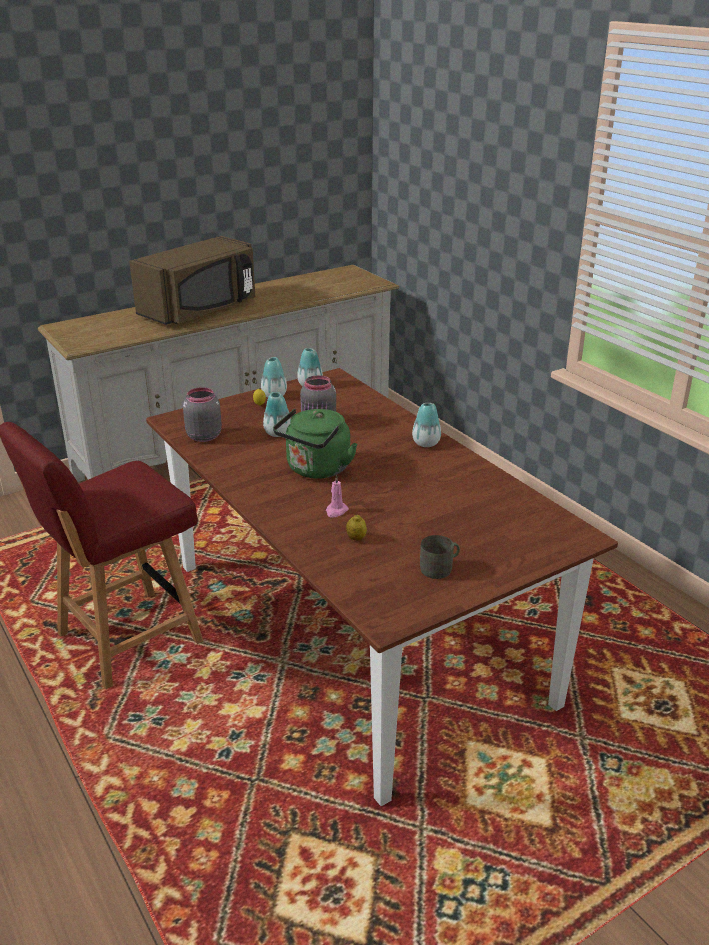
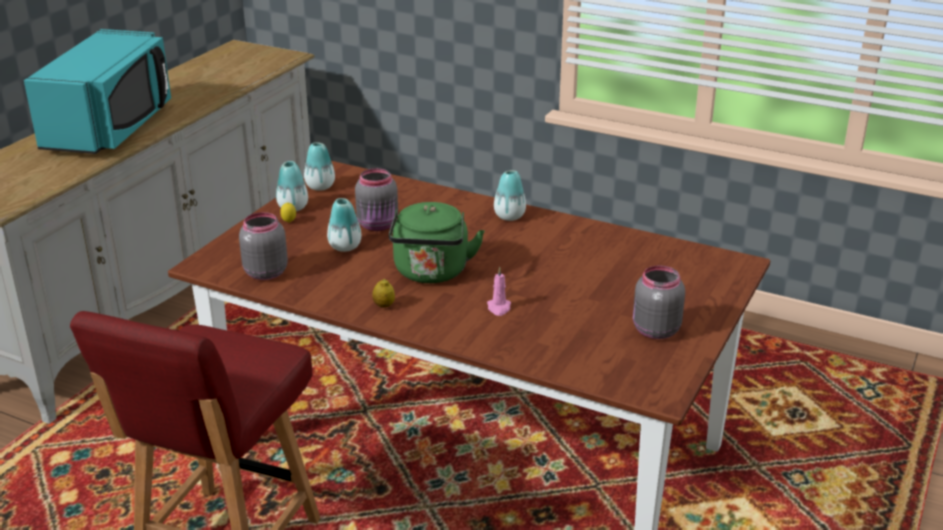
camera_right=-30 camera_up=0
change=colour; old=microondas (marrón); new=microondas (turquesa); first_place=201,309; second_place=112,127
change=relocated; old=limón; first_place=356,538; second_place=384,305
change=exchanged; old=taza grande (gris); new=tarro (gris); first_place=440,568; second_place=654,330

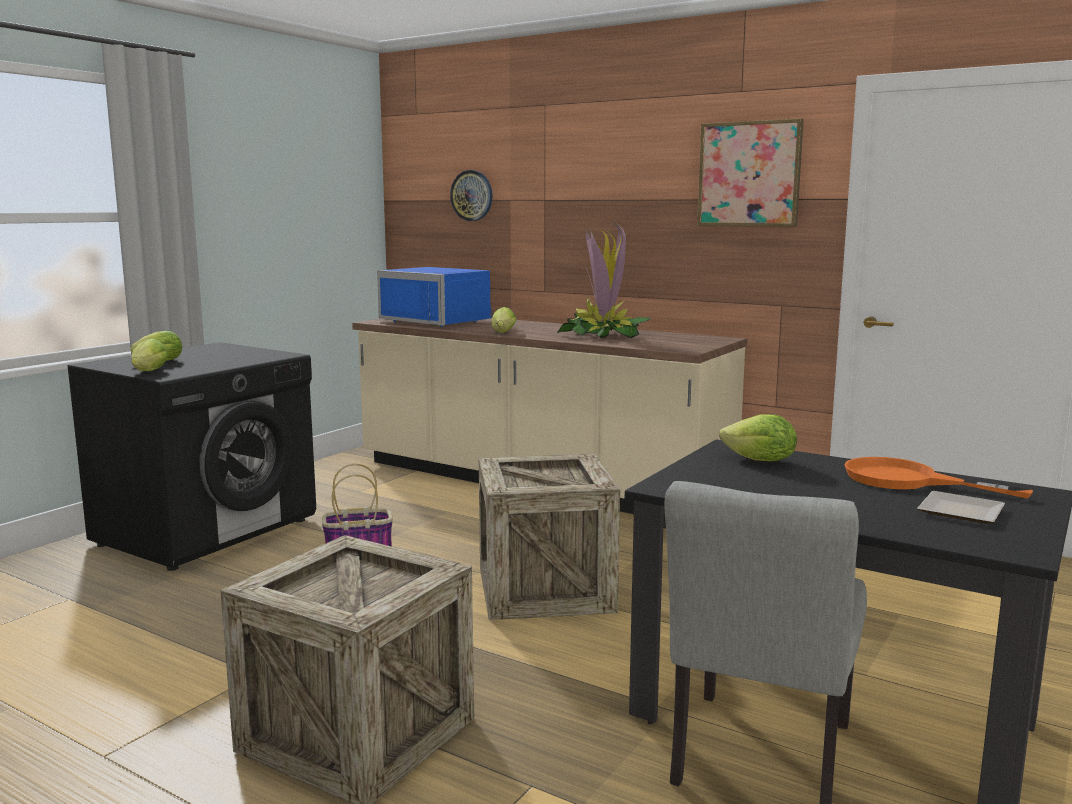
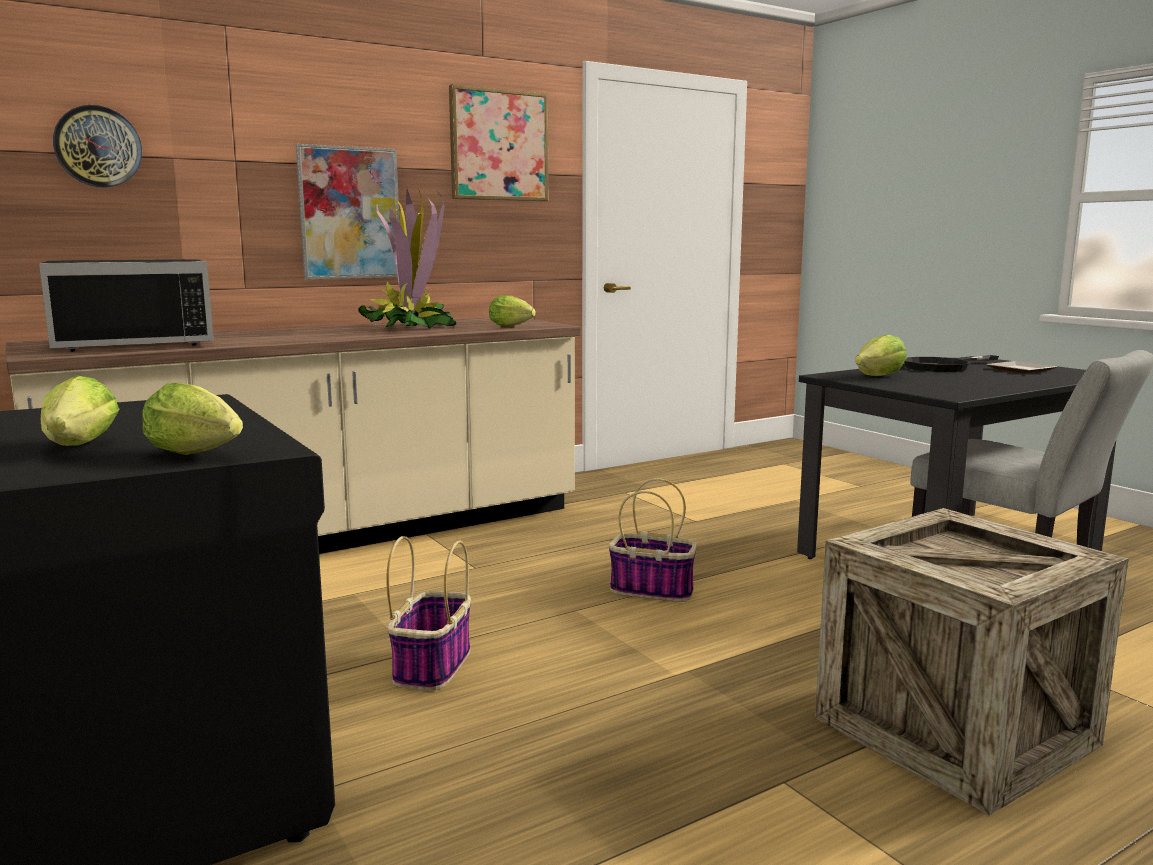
camera_right=-65 camera_up=0
change=colour; old=microondas (azul); new=microondas (negro); first_place=440,321; second_place=135,343
change=relocated; old=lechuga; first_place=503,333; second_place=513,326
change=exchanged; old=caja de embalaje; new=cesta; first_place=545,589; second_place=653,590
change=colour; old=sartén (naranja); new=sartén (negro); first_place=907,480; second_place=944,366
change=appeared; new=cuadro; second_place=349,213

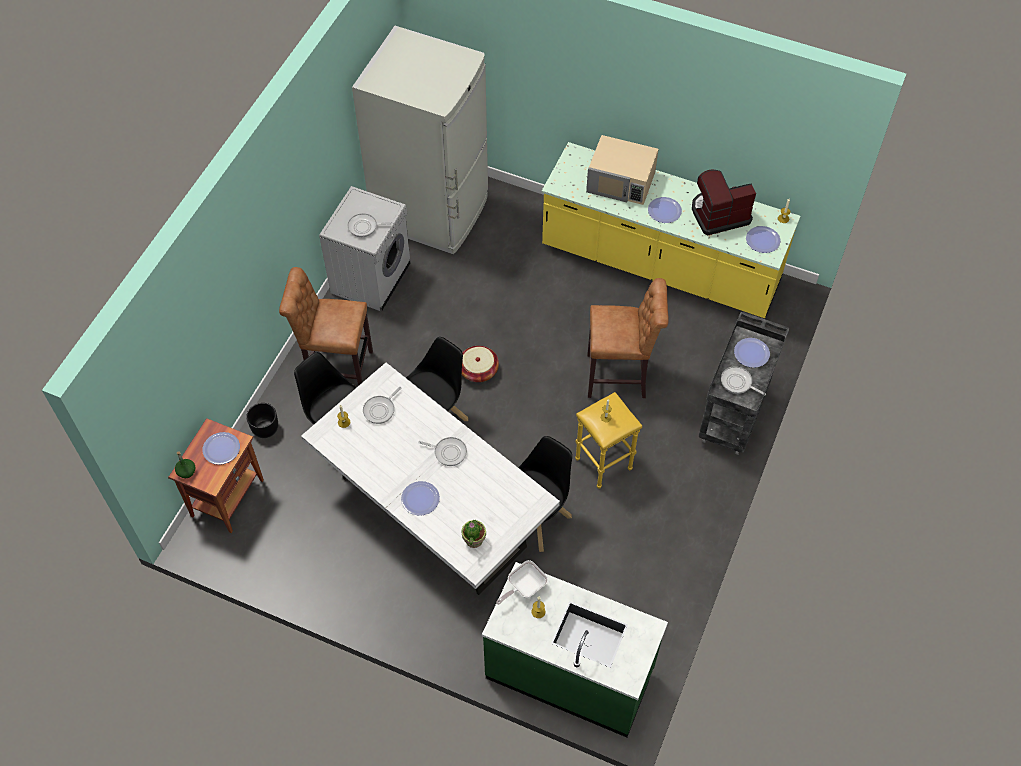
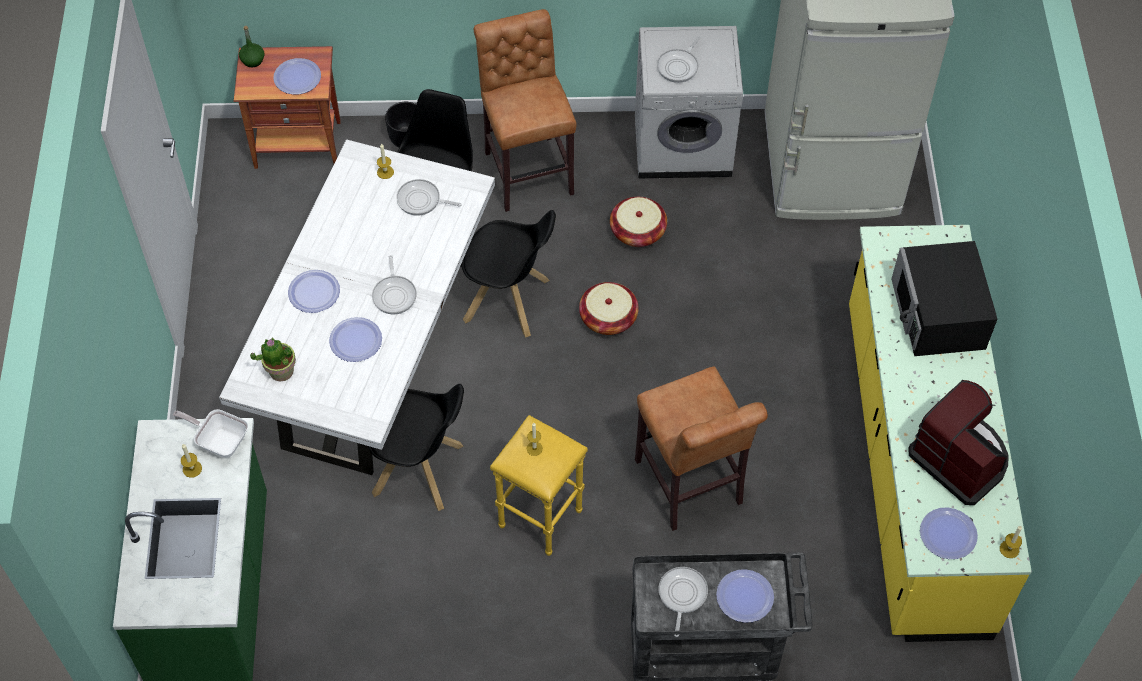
camera_right=65 camera_up=0
change=colour; old=microondas (beis); new=microondas (negro); first_place=621,182; second_place=938,314
change=relocated; old=plato; first_place=664,211; second_place=355,340
change=spun; old=sartén; first_place=364,227; second_place=679,66; degrees=-120
change=appeared; new=cesta; second_place=637,231

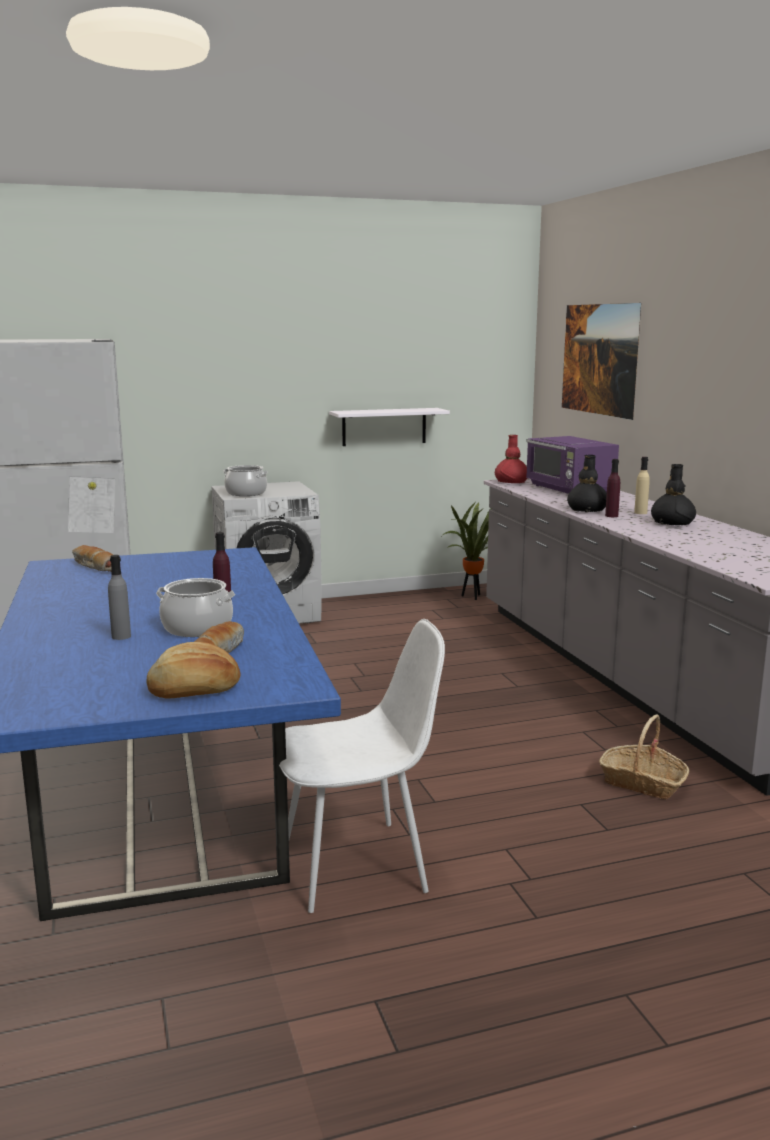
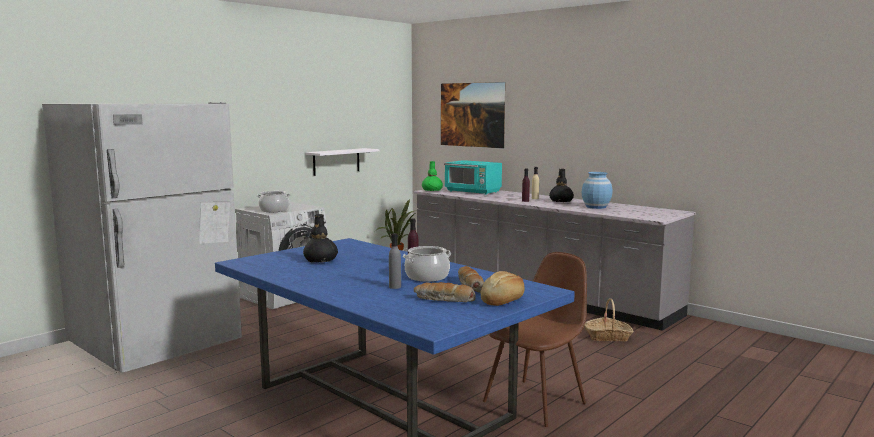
camera_right=-30 camera_up=-5
change=colour; old=florero (rojo); new=florero (verde); first_place=511,482; second_place=432,190
change=colour; old=microondas (morado); new=microondas (turquesa); first_place=569,490; second_place=473,191
change=relocated; old=florero (negro); first_place=586,510; second_place=320,260
change=relocated; old=pan; first_place=94,567; second_place=444,300
change=colour; old=silla (blanco); new=silla (marrón); first_place=358,864; second_place=536,401
change=appeared; new=florero (azul); second_place=596,207

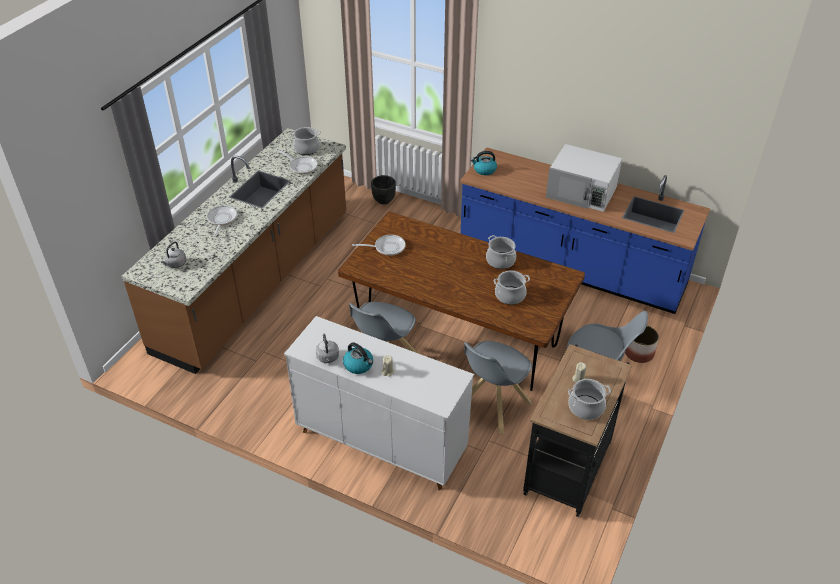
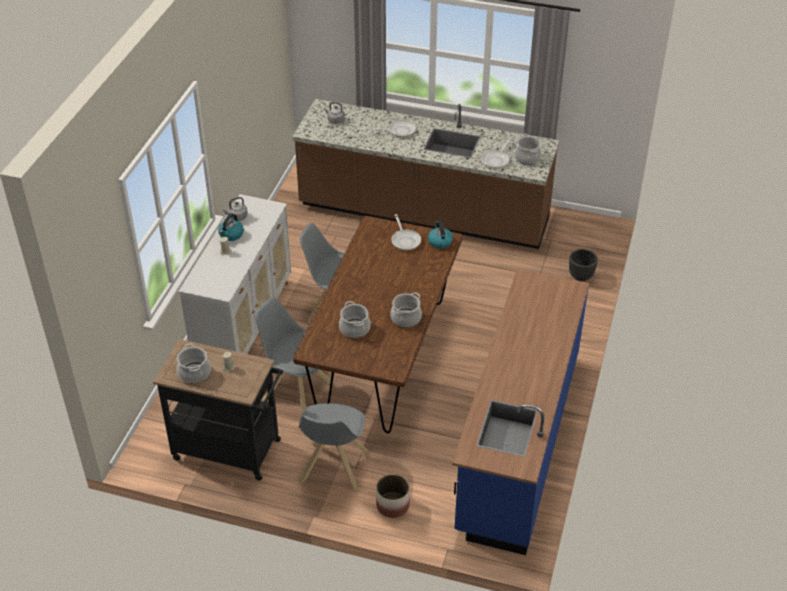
camera_right=80 camera_up=0
change=missing; old=microondas (blanco); first_place=582,192
change=relocated; old=hervidor; first_place=484,170; second_place=439,242

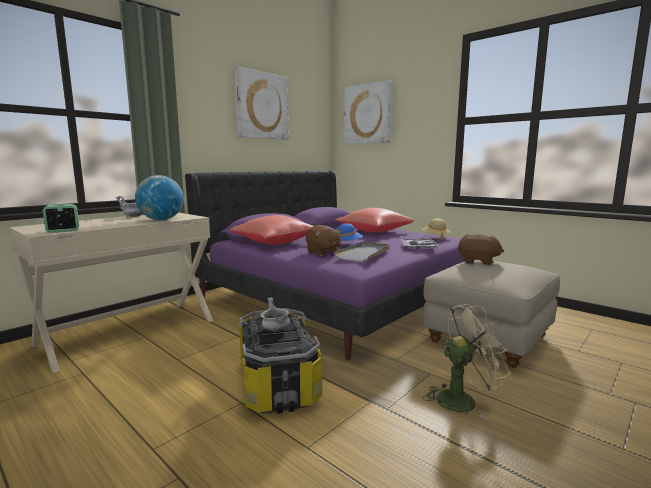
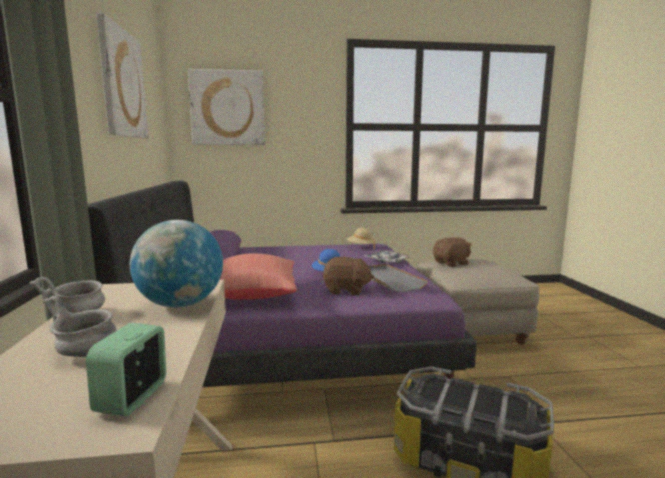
camera_right=-50 camera_up=0
change=missing; old=cojín (rojo); first_place=373,232
change=relocated; old=cuenco (gris); first_place=275,329; second_place=85,353
change=missing; old=ventilador (beis); first_place=462,399

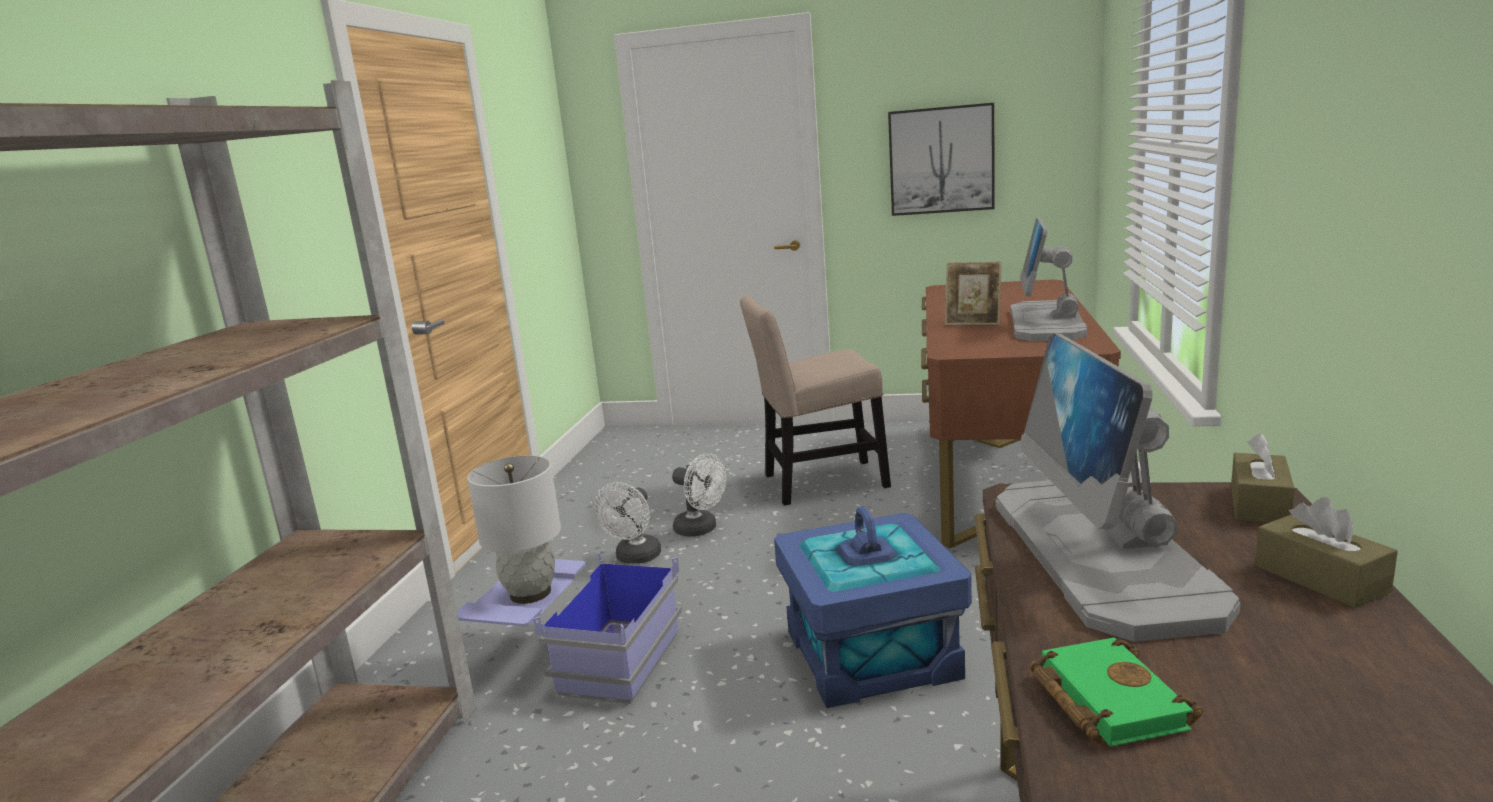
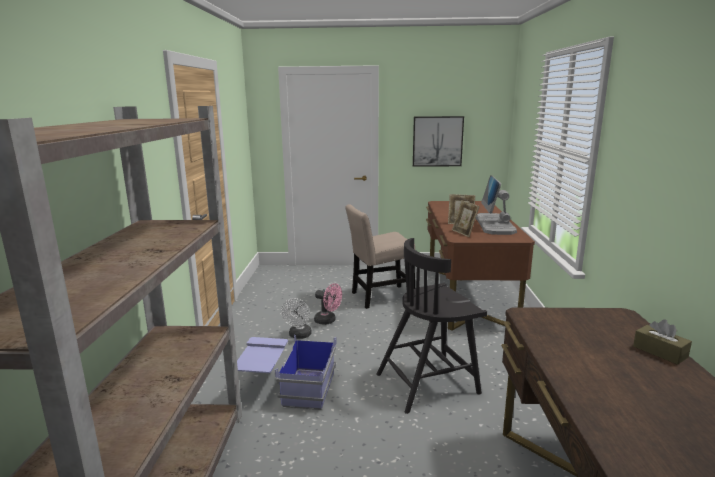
camera_right=-10 camera_up=0
change=missing; old=monitor; first_place=1102,553
change=missing; old=caja de pañuelos (marrón); first_place=1259,504
change=colour; old=ventilador (blanco); new=ventilador (rosa); first_place=701,529; second_place=328,321
change=missing; old=lámpara de mesa (blanco); first_place=530,593
change=exchanged; old=caja de almacenaje (azul); new=silla (negro); first_place=870,654; second_place=429,383
change=missing; old=libro (verde); first_place=1103,699
change=appeared; new=portarretratos; second_place=464,233

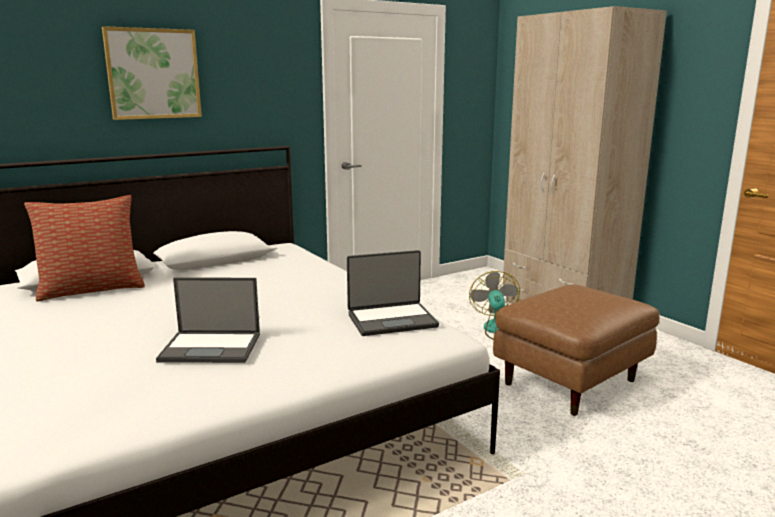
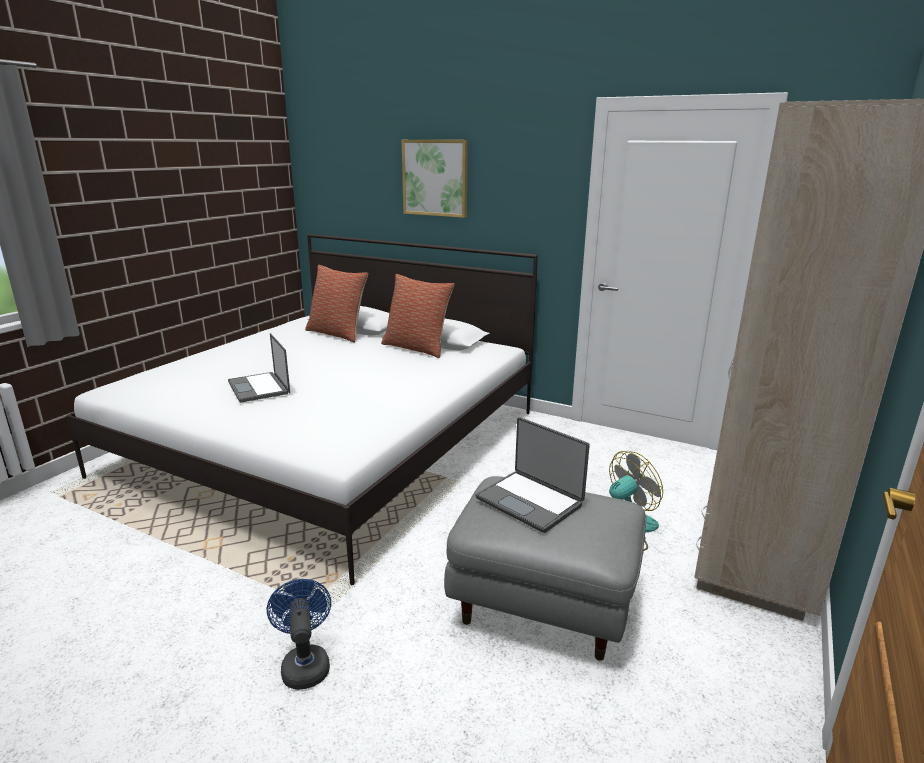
camera_right=60 camera_up=5
change=relocated; old=portátil; first_place=391,320; second_place=530,501
change=colour; old=puf (marrón); new=puf (gris); first_place=571,382; second_place=544,606
change=appeared; new=cojín; second_place=417,348
change=appeared; new=ventilador (azul); second_place=305,664

